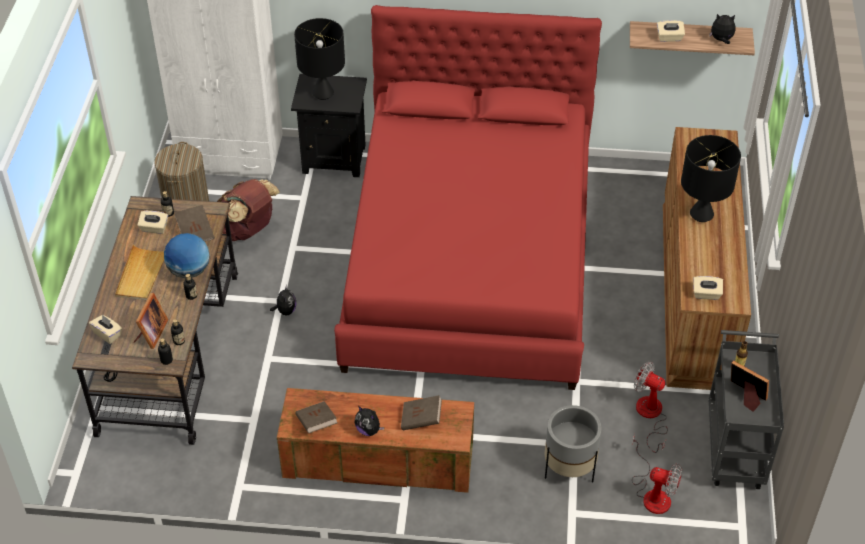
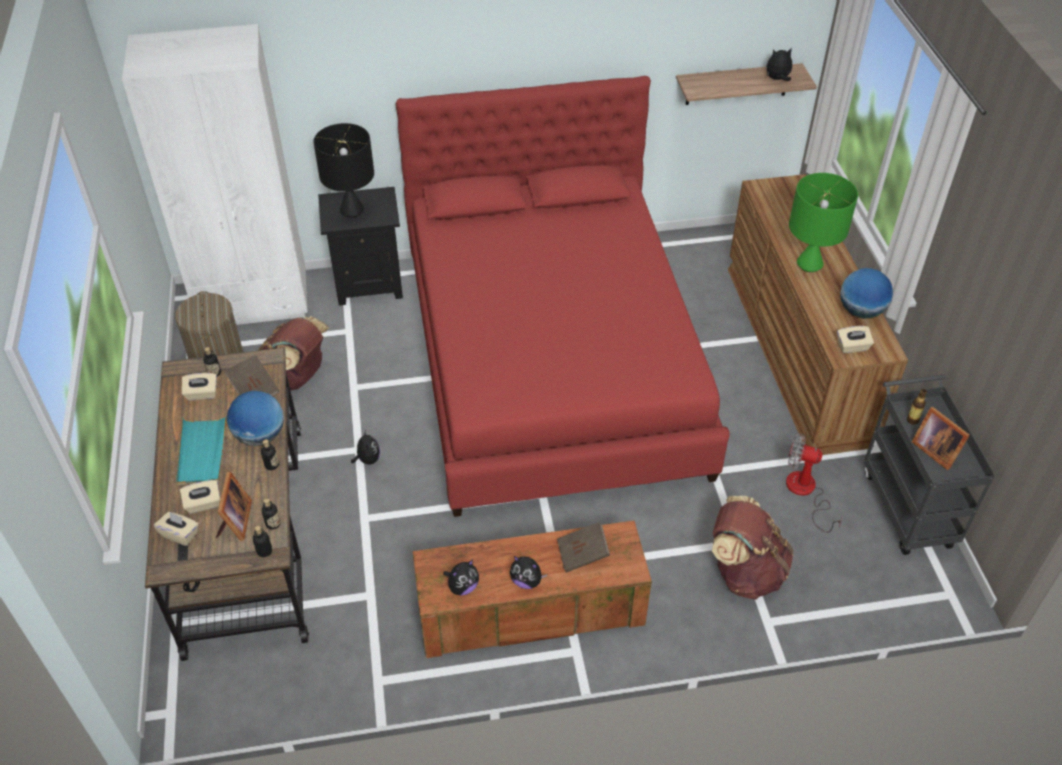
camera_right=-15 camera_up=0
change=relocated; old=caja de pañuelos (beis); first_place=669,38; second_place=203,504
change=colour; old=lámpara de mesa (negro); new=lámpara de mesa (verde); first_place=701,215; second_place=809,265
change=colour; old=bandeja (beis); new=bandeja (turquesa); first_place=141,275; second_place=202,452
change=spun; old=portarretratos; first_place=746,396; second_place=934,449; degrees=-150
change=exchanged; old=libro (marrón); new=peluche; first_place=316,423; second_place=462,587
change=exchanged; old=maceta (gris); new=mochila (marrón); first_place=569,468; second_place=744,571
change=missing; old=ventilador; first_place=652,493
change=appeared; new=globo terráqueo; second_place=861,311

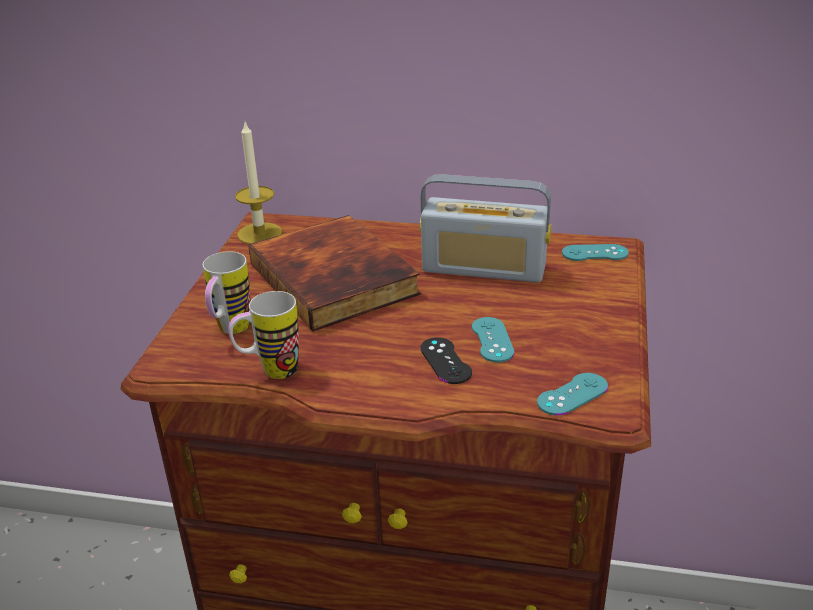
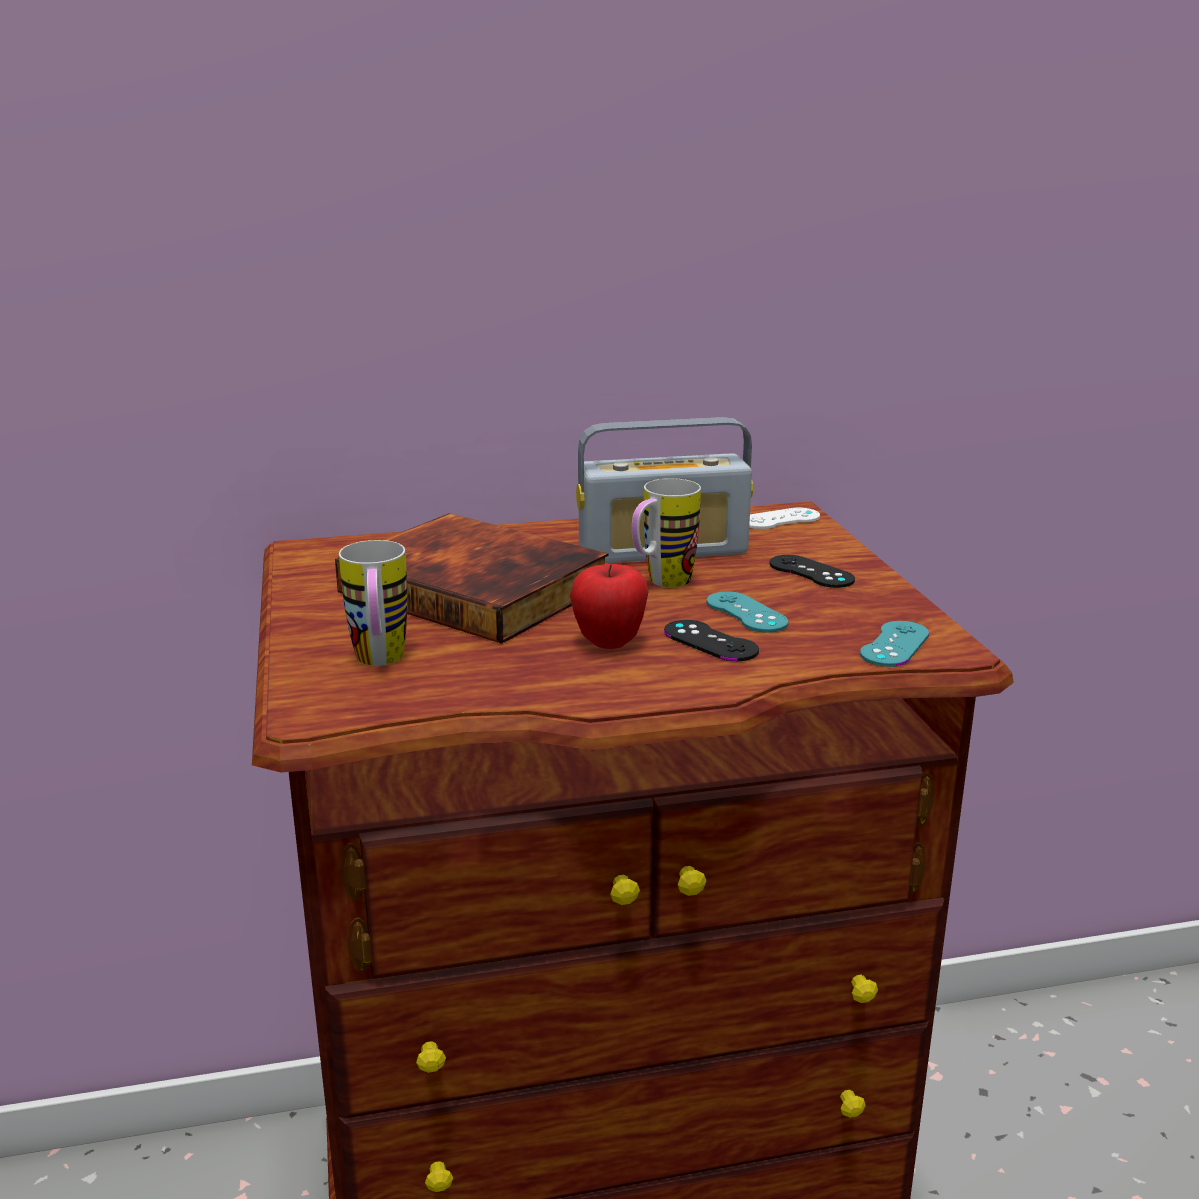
camera_right=-25 camera_up=-10
change=missing; old=vela; first_place=259,233
change=colour; old=mando de consola (turquesa); new=mando de consola (blanco); first_place=595,253; second_place=780,519
change=relocated; old=taza grande; first_place=269,372; second_place=661,584
change=appeared; new=mando de consola (negro); second_place=811,572
change=appeared; new=manzana; second_place=609,642

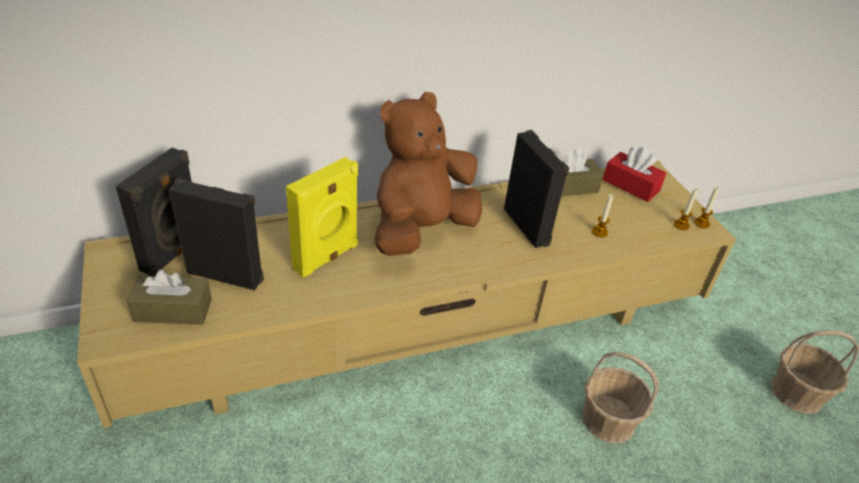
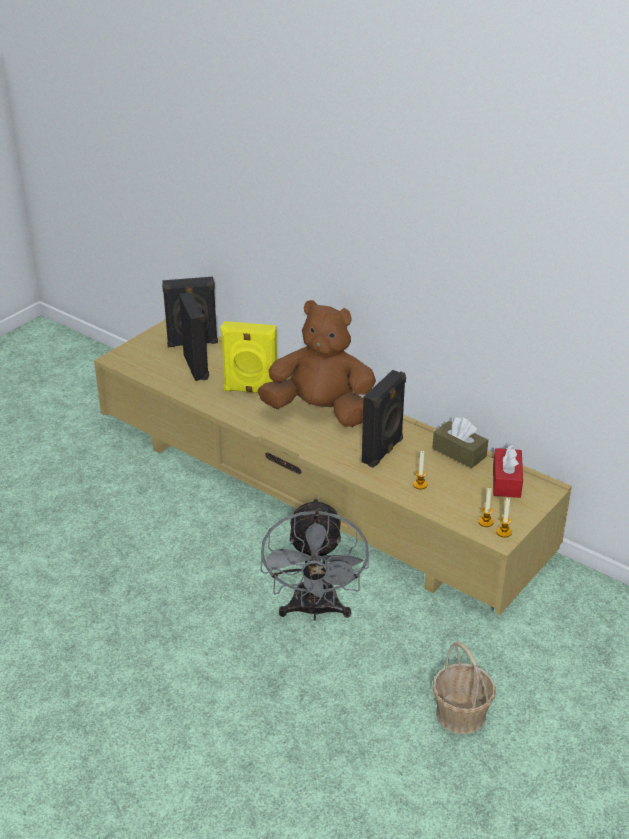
camera_right=60 camera_up=-5
change=missing; old=caja de pañuelos (marrón); first_place=173,310
change=exchanged; old=cesta; new=ventilador (gris); first_place=608,419; second_place=314,611

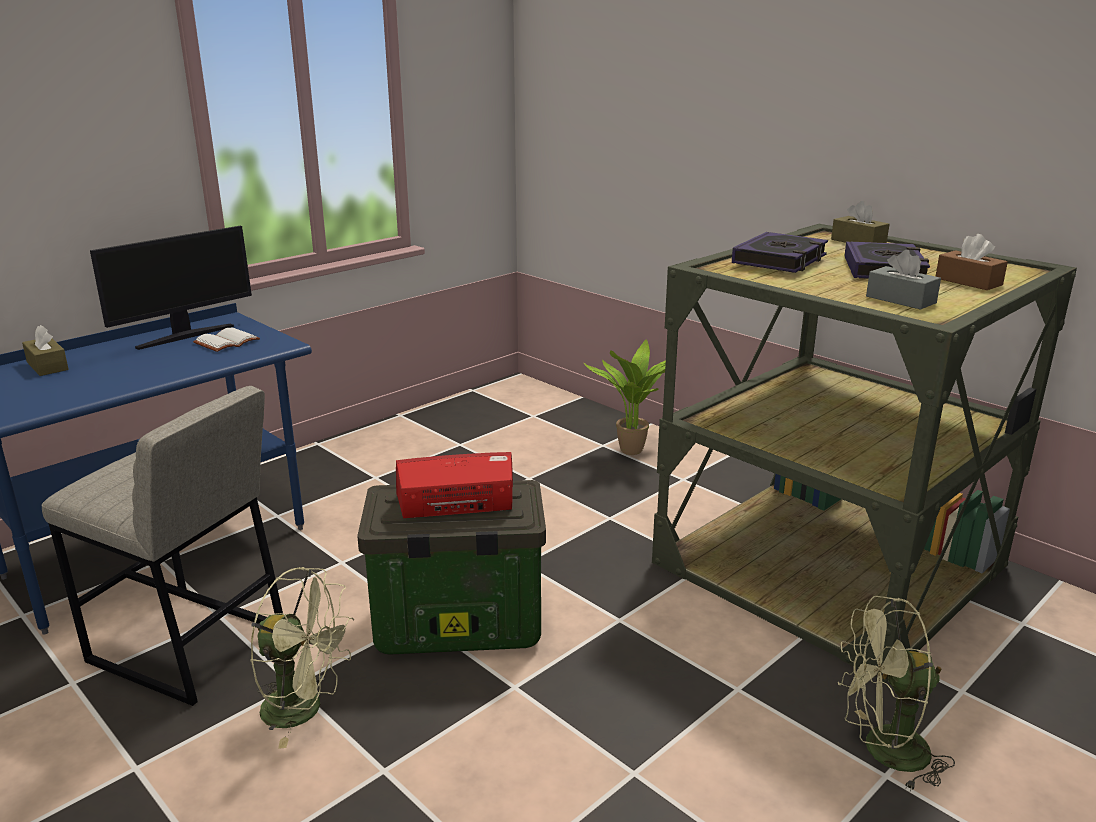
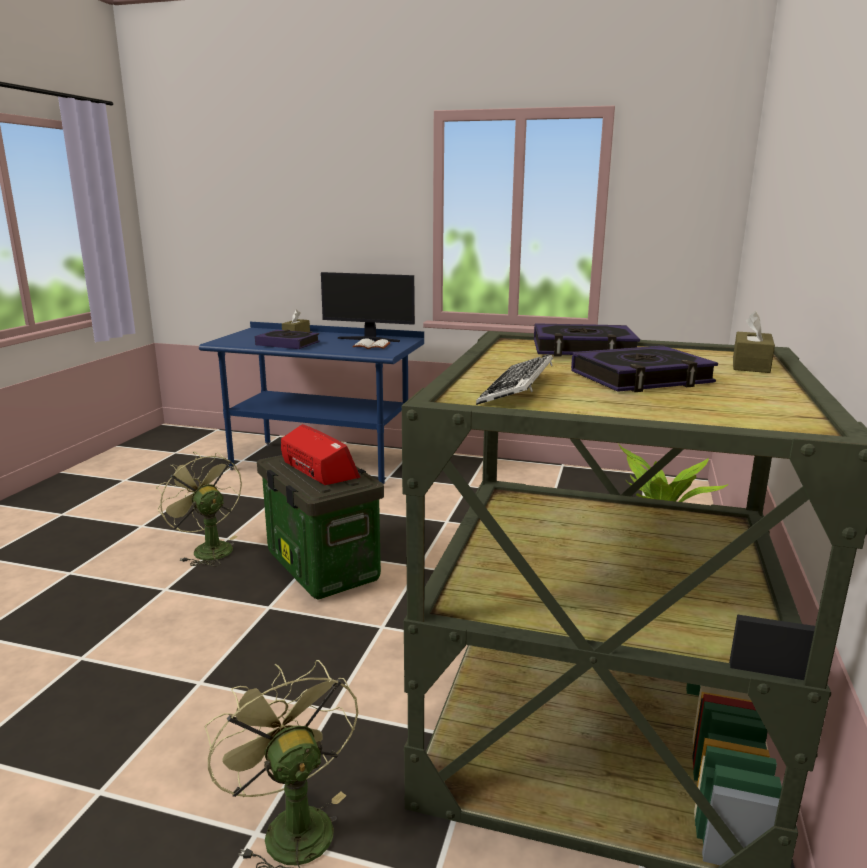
camera_right=60 camera_up=-5
change=missing; old=caja de pañuelos (marrón); first_place=968,281
change=exchanged; old=caja de pañuelos (gris); new=teclado; first_place=900,300; second_place=517,389
change=missing; old=silla (gris); first_place=191,646
change=spun; old=ventilador (verde); first_place=305,709; second_place=207,549; degrees=150
change=appeared; new=libro; second_place=288,344

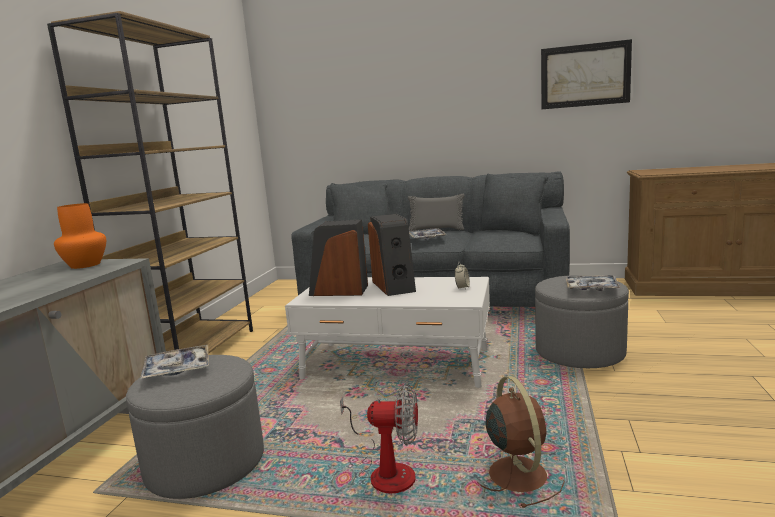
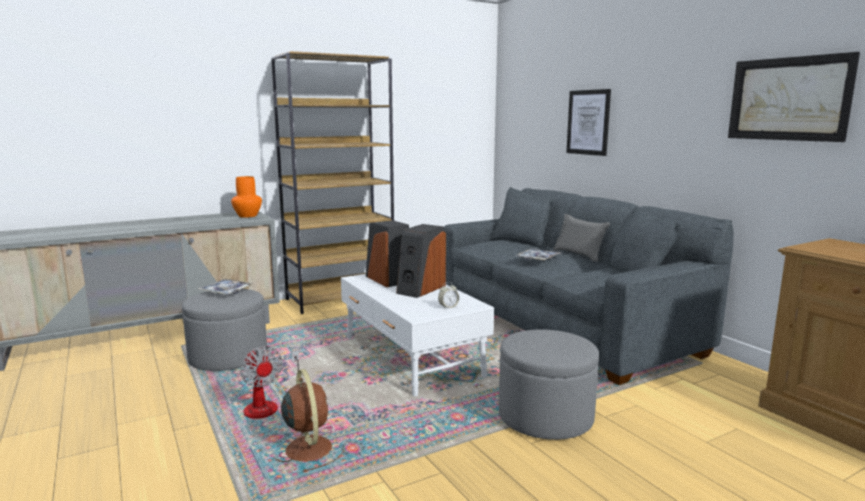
camera_right=45 camera_up=0
change=missing; old=bandeja; first_place=591,288
change=spun; old=ventilador (marrón); first_place=516,473; second_place=308,448; degrees=-60
change=appeared; new=cuadro; second_place=588,122

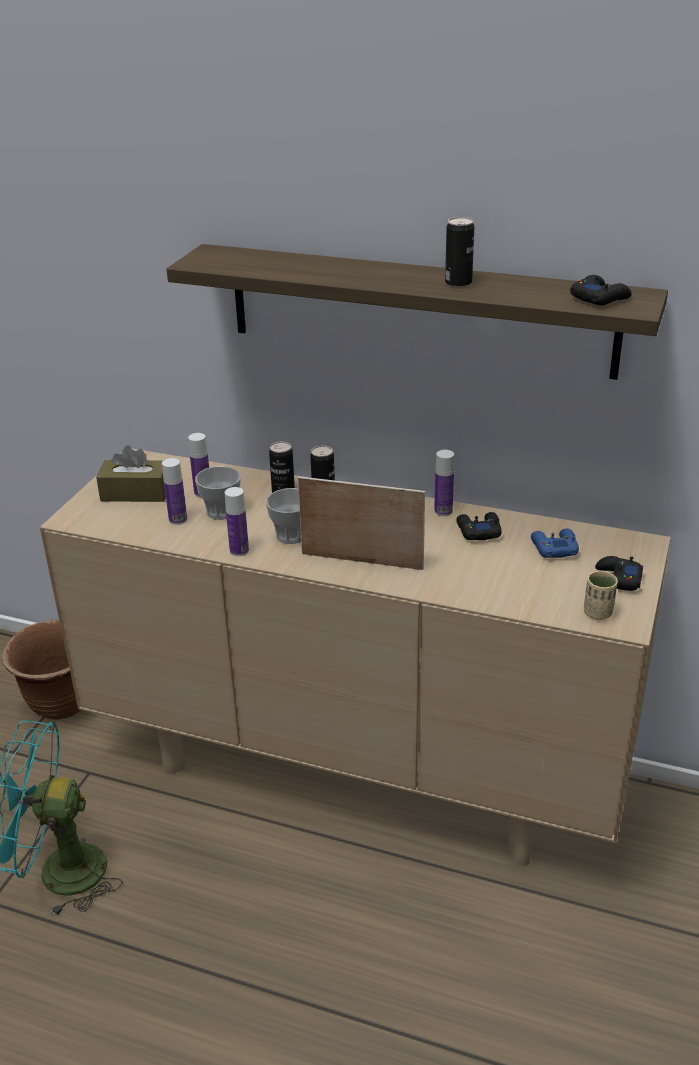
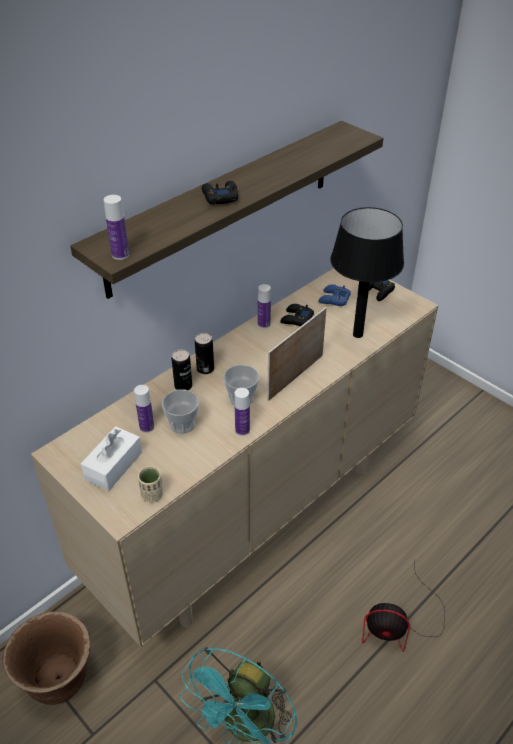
camera_right=-65 camera_up=10
change=missing; old=lata; first_place=458,283
change=relocated; old=mando de consola (negro); first_place=599,298; second_place=220,197
change=colour; old=caja de pañuelos (marrón); new=caja de pañuelos (blanco); first_place=136,493; second_place=113,466
change=relocated; old=botella; first_place=178,520; second_place=120,255
change=relocated; old=taza (beis); first_place=598,613; second_place=152,495
change=appeared; new=lámpara de mesa (negro); second_place=358,334
change=appeared; new=ventilador; second_place=400,625

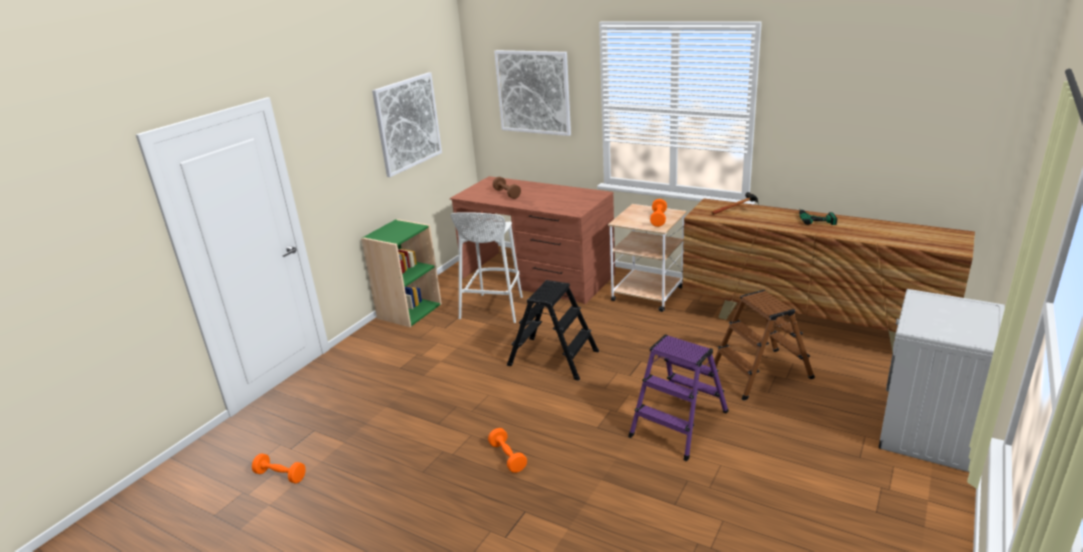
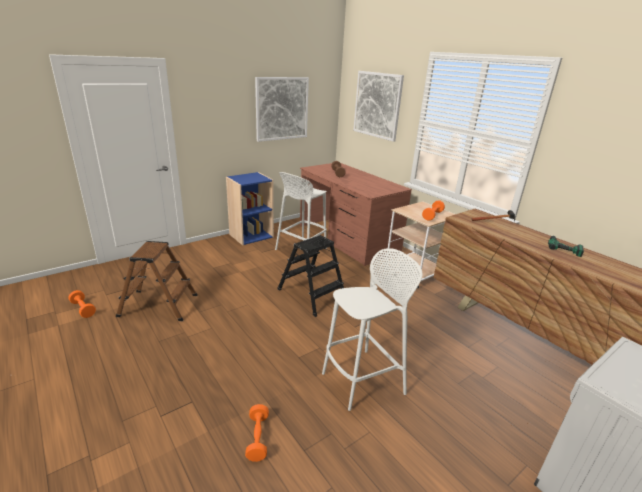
camera_right=20 camera_up=0
change=colour; old=estantería (verde); new=estantería (azul); first_place=409,310; second_place=251,235
change=relocated; old=escalera de tijera (marrón); first_place=761,373; second_place=158,305
change=exchanged; old=escalera de tijera (morado); new=taburete (blanco); first_place=679,423; second_place=363,380
change=relocated; old=mancuerna (naranja); first_place=508,457; second_place=257,438

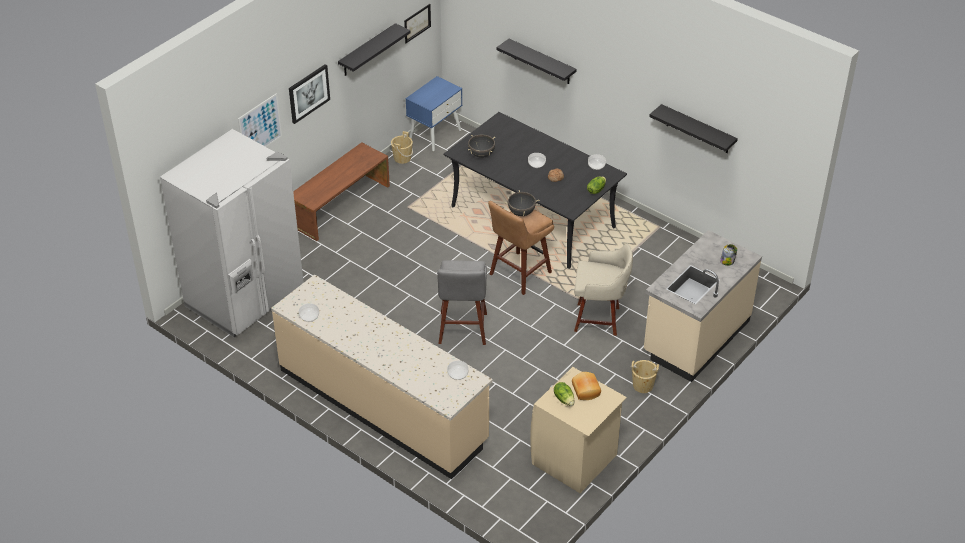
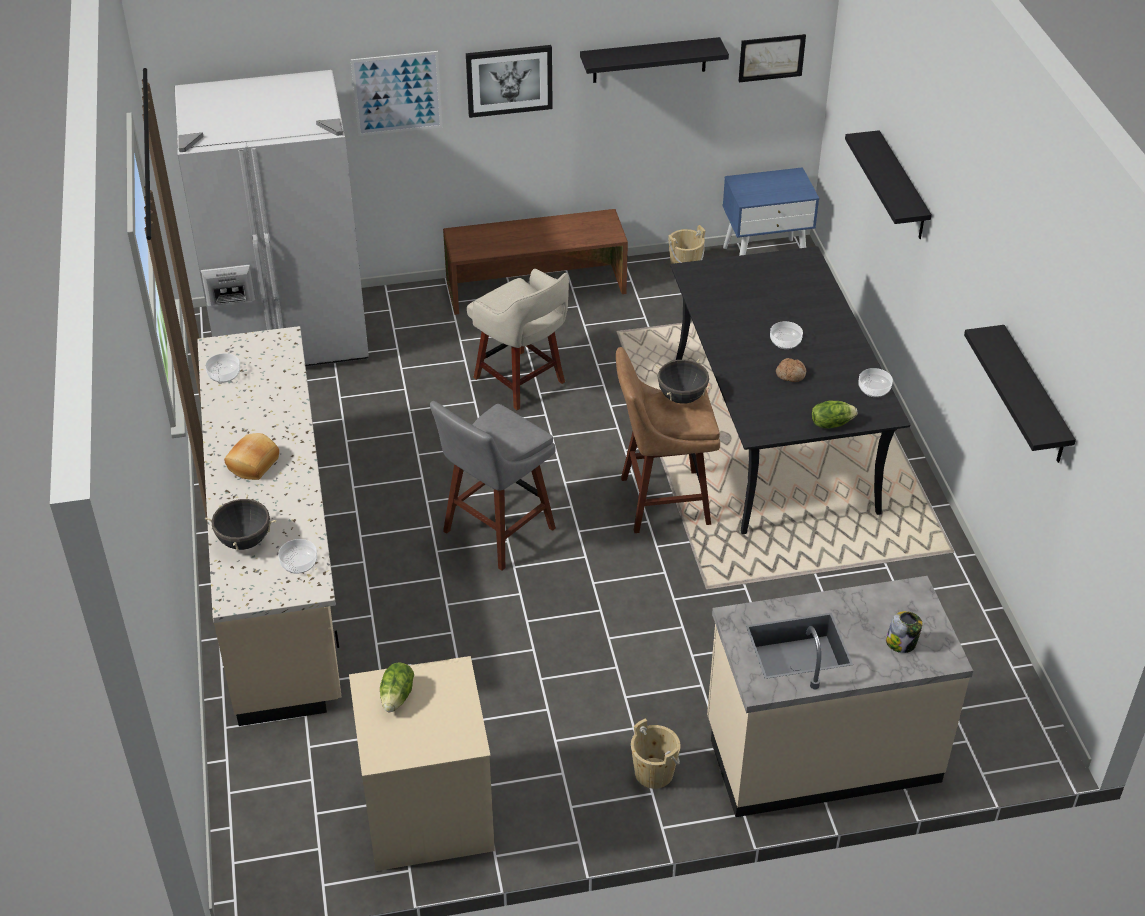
camera_right=40 camera_up=0
change=relocated; old=olla (negro); first_place=481,154; second_place=244,541
change=relocated; old=taburete (beis); first_place=599,320; second_place=521,382
change=relocated; old=pan; first_place=585,390; second_place=252,463

